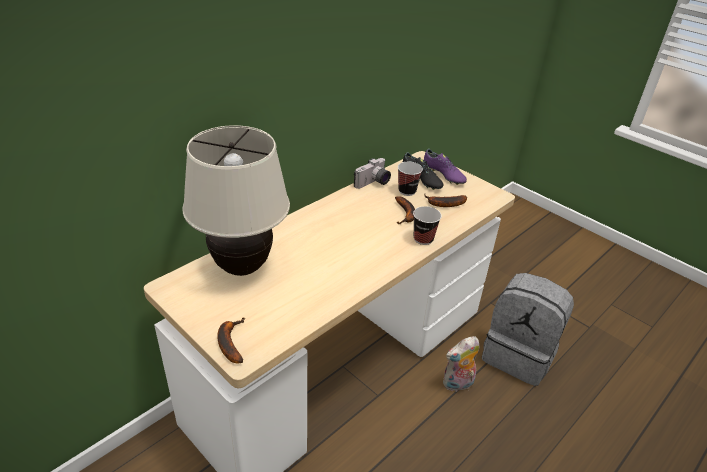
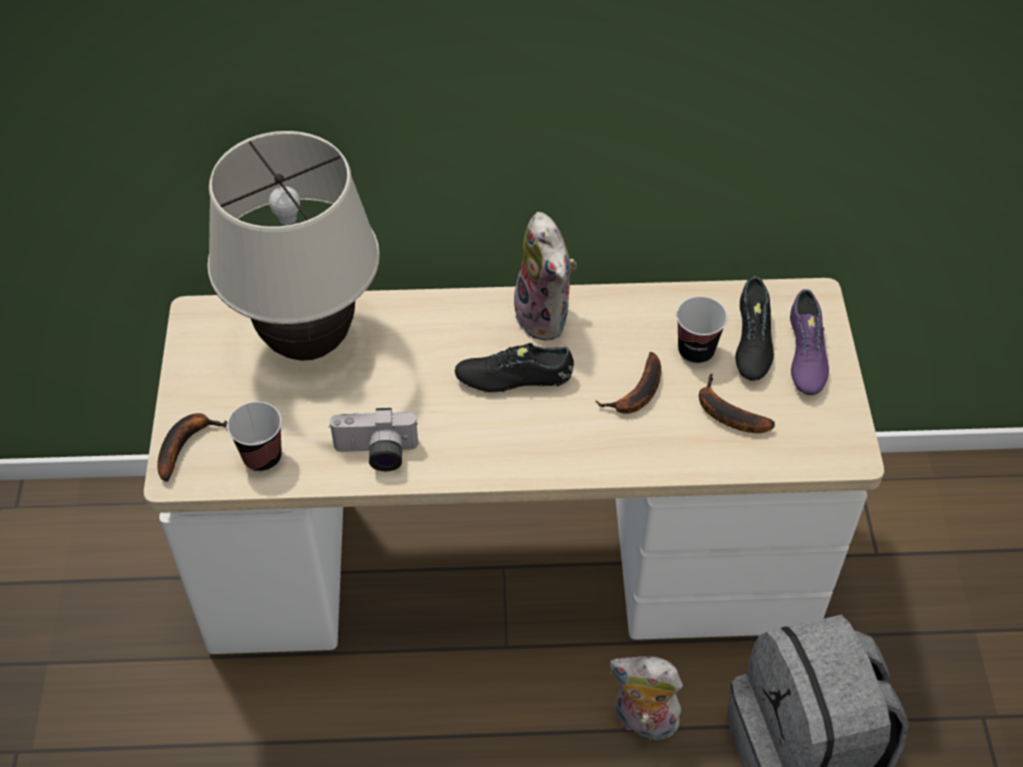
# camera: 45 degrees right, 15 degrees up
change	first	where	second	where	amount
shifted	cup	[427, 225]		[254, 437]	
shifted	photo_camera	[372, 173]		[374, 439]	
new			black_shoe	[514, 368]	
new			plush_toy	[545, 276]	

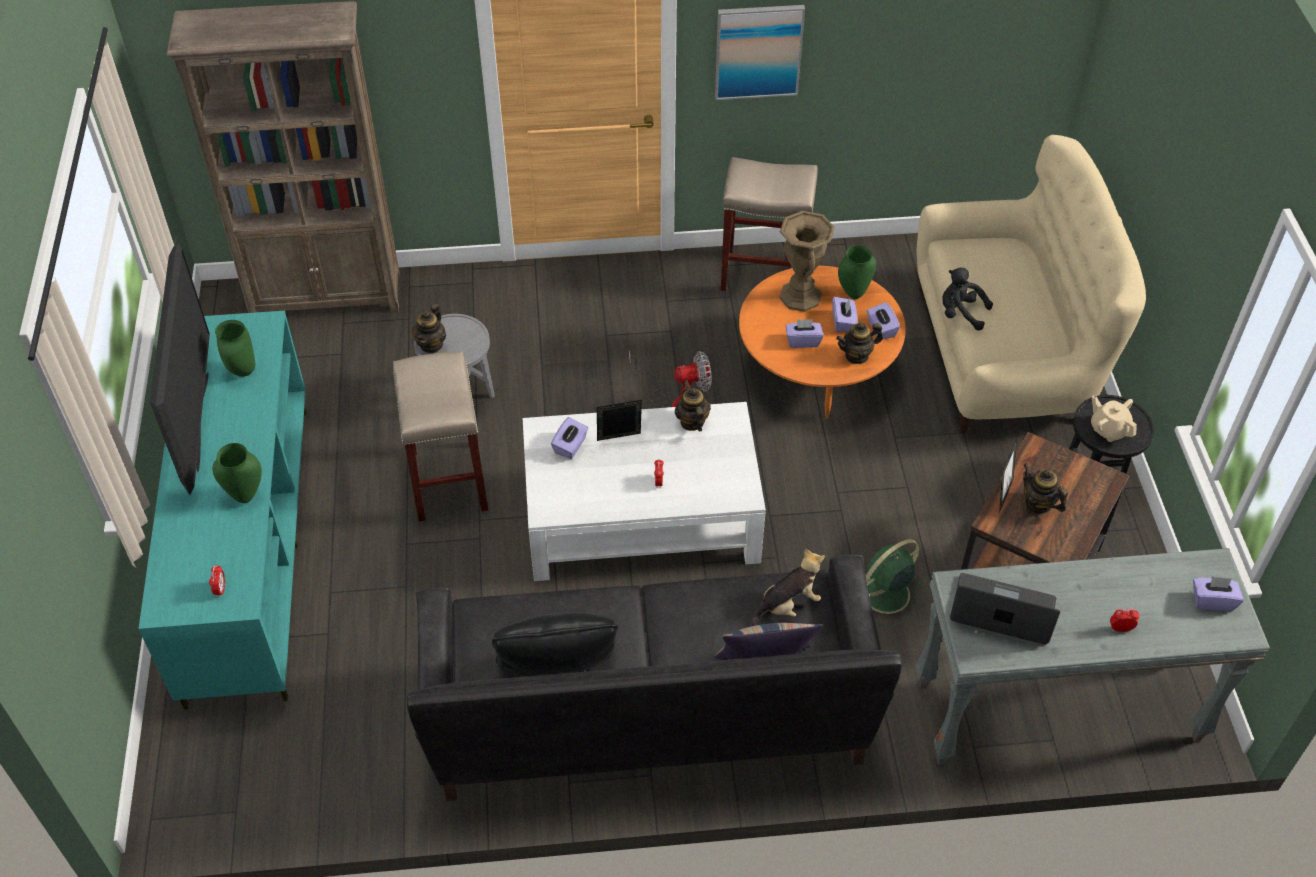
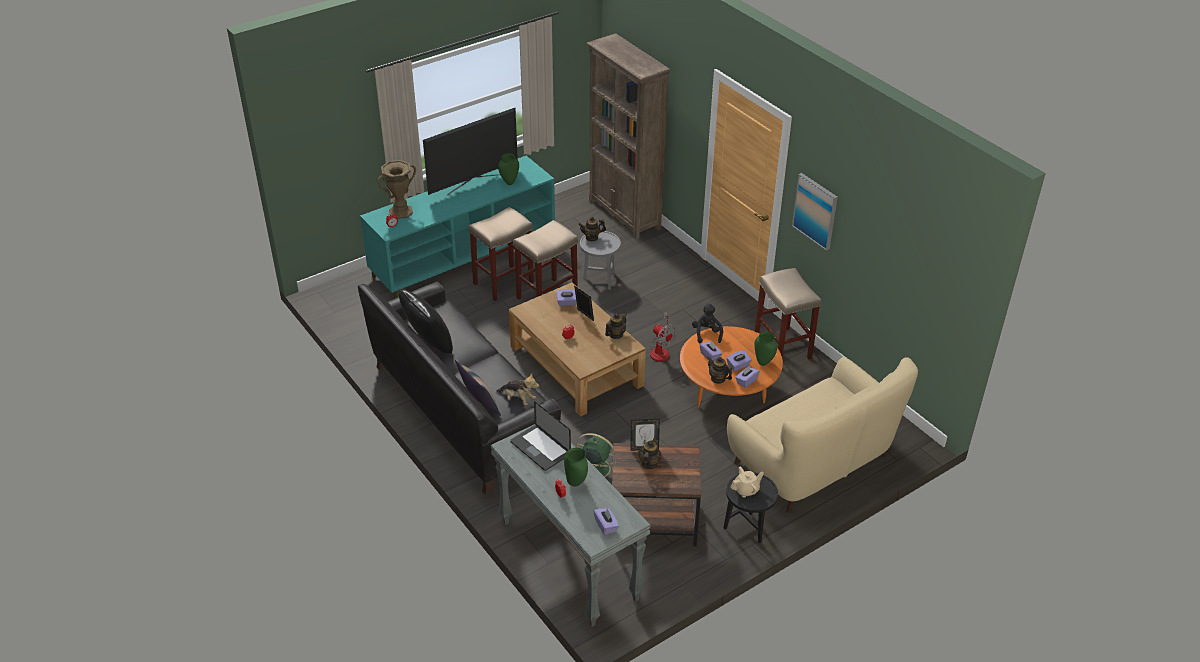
# camera: 60 degrees right, 10 degrees down
change	first	where	second	where	amount
shifted	brown_vase	[807, 261]		[396, 189]	
new			beige_stool	[501, 254]	
repainted	white_coffee_table	[644, 491]	brown_coffee_table	[577, 349]	
rotated	laptop	[1005, 609]		[540, 436]	150 degrees clockwise
shifted	green_vase	[237, 473]		[576, 467]	
shifted	black_plush_toy	[967, 299]		[707, 323]	
rotated	beige_teapot	[1114, 418]		[747, 482]	45 degrees clockwise

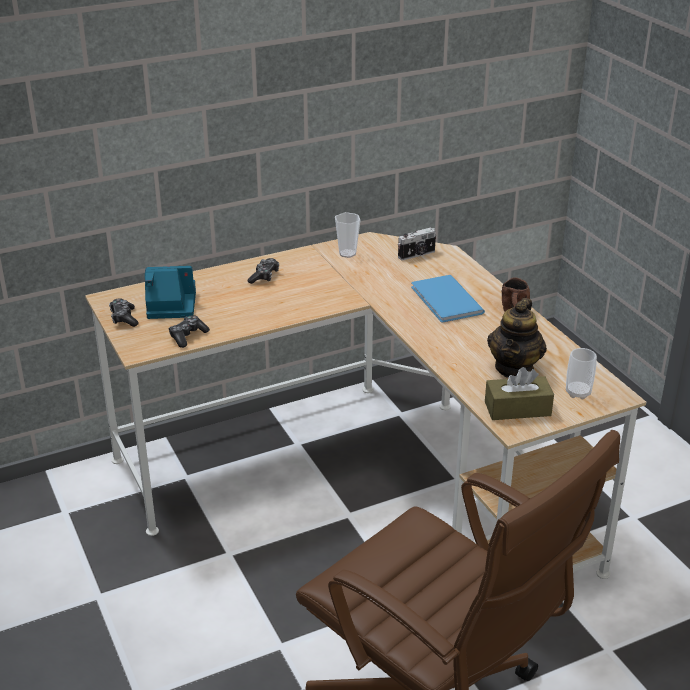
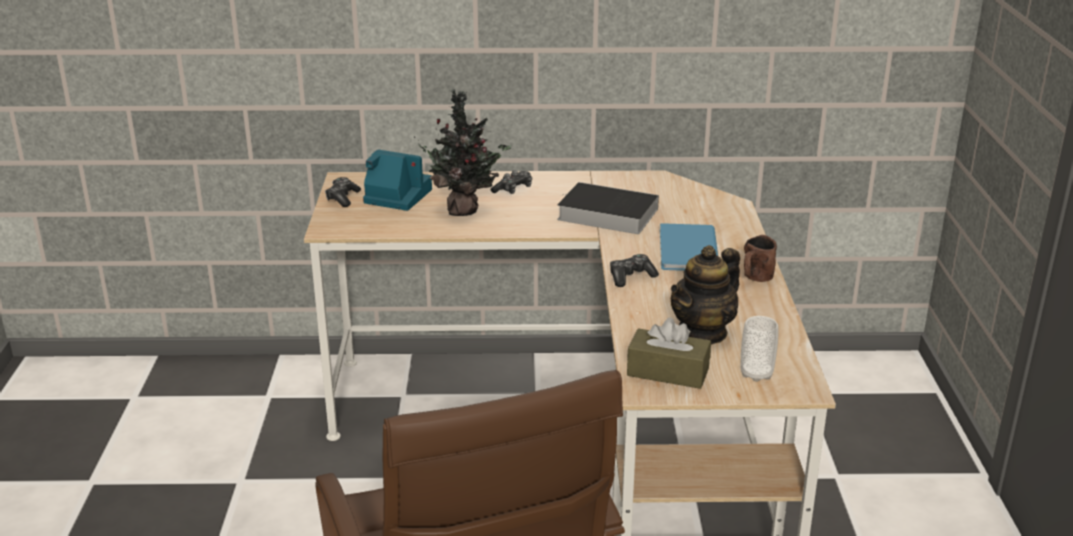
# camera: 25 degrees right, 5 degrees down
change	first	where	second	where	amount
new			potted_plant	[462, 152]	
new			book	[608, 208]	
shifted	game_controller	[189, 331]		[634, 270]	
gone	cup	[347, 235]			
gone	photo_camera	[417, 244]			

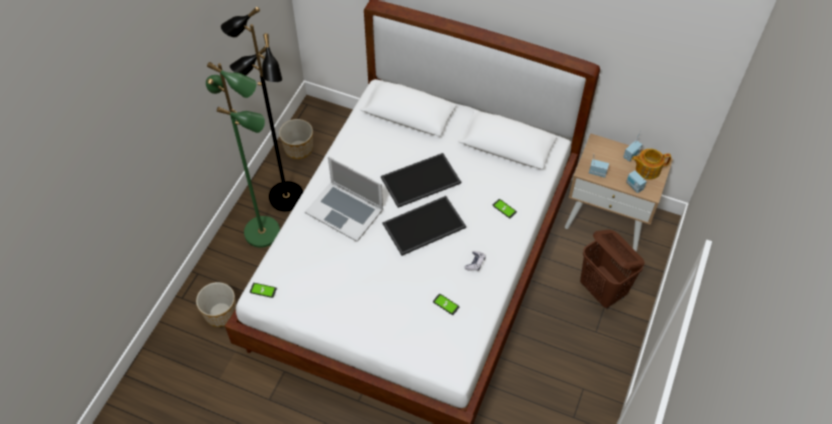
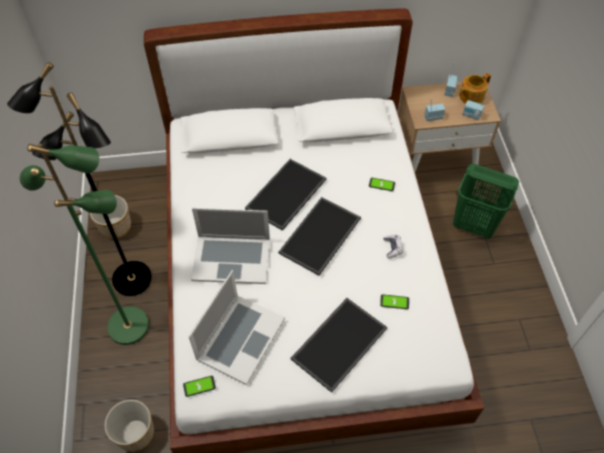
# camera: 30 degrees left, 0 degrees up
change	first	where	second	where	amount
new			laptop	[236, 327]	
new			tray	[338, 345]	
repainted	brown_laundry_basket	[612, 269]	green_laundry_basket	[486, 201]	

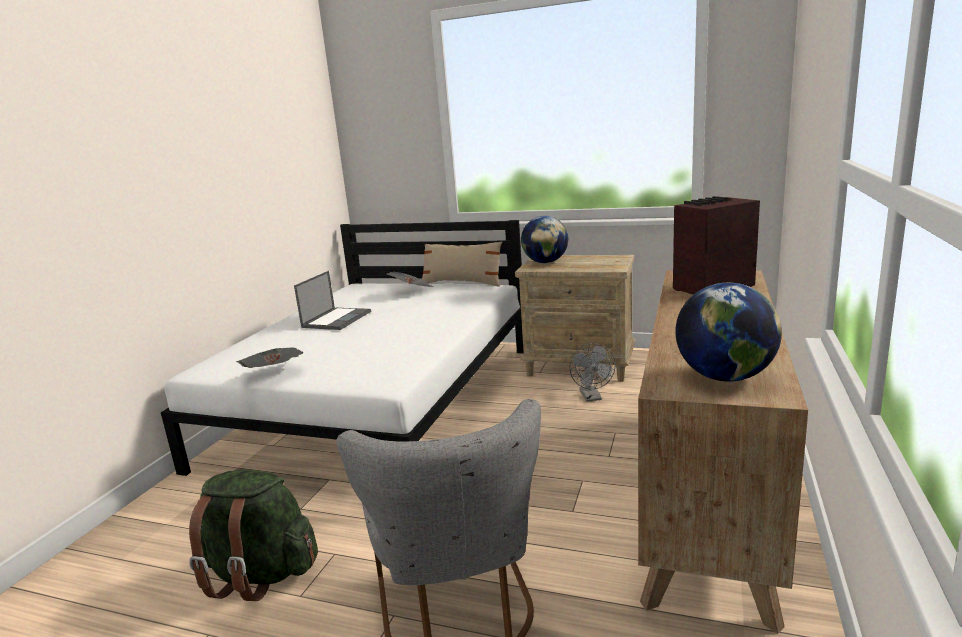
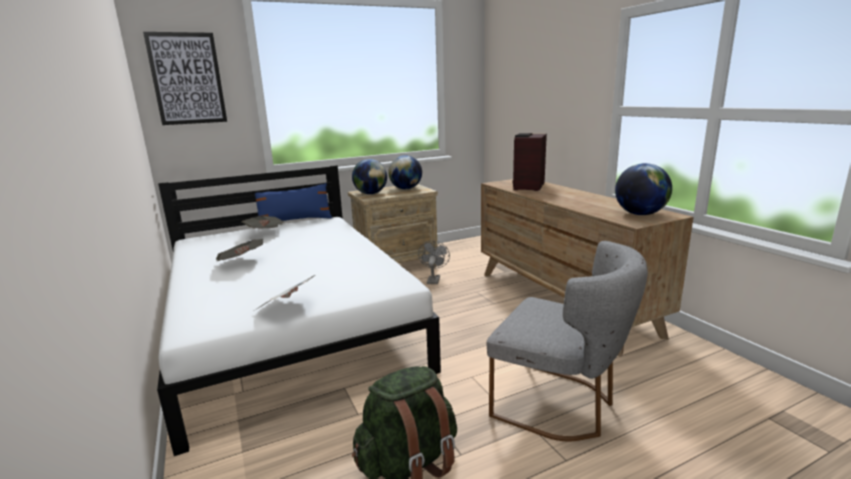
# camera: 45 degrees left, 0 degrees up
change	first	where	second	where	amount
new			picture	[185, 78]	
swapped	laptop	[332, 300]	newspaper	[240, 250]	
repainted	beige_pillow	[462, 263]	blue_pillow	[293, 202]	
new			globe	[405, 172]	
rotated	grey_fan	[592, 372]		[434, 262]	120 degrees counterclockwise

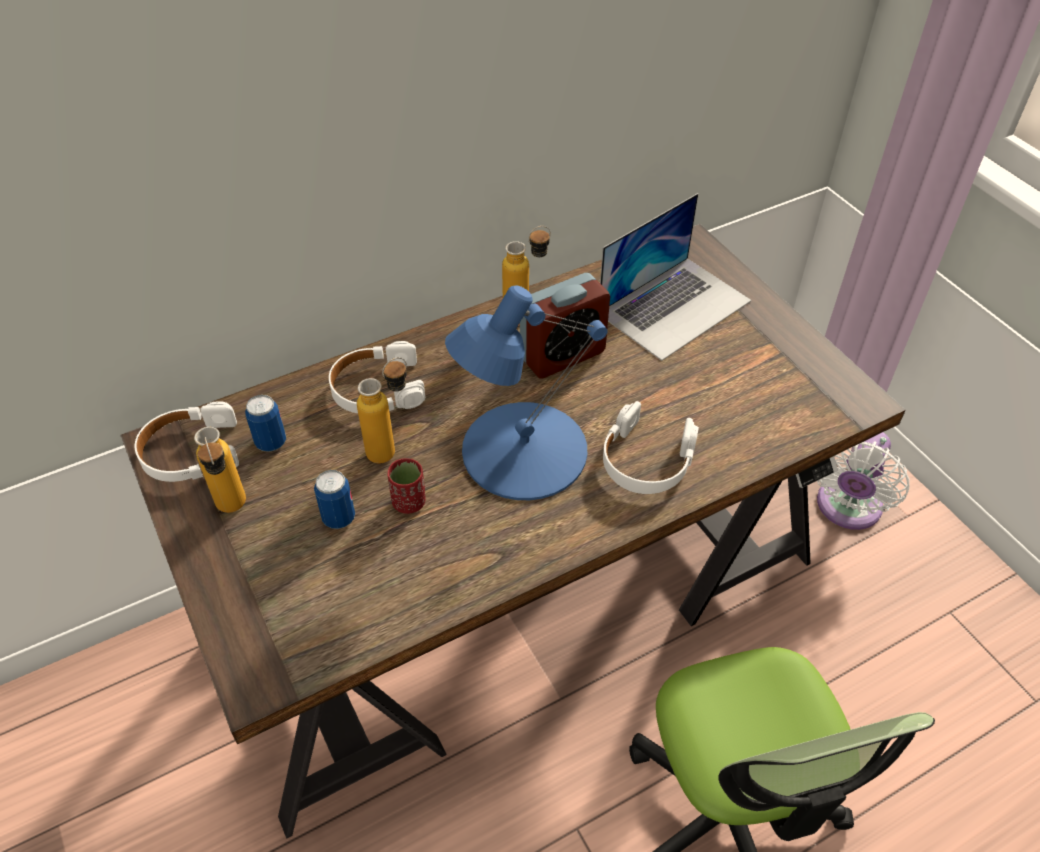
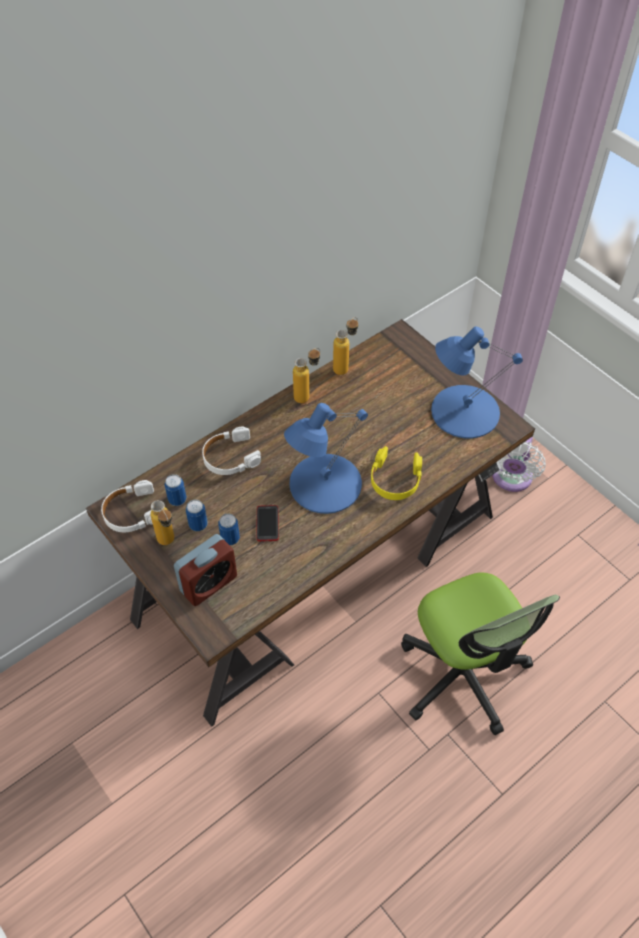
# camera: 10 degrees left, 5 degrees up
change	first	where	second	where	amount
shifted	alarm_clock	[565, 326]		[205, 570]	
new			can	[197, 515]	
swapped	red_cup	[406, 486]	phone	[268, 523]	
shifted	bottle	[382, 410]		[345, 346]	
repainted	white_headphones	[651, 447]	yellow_headphones	[396, 473]	
new			blue_table_lamp	[477, 382]	
gone	laptop	[675, 277]			

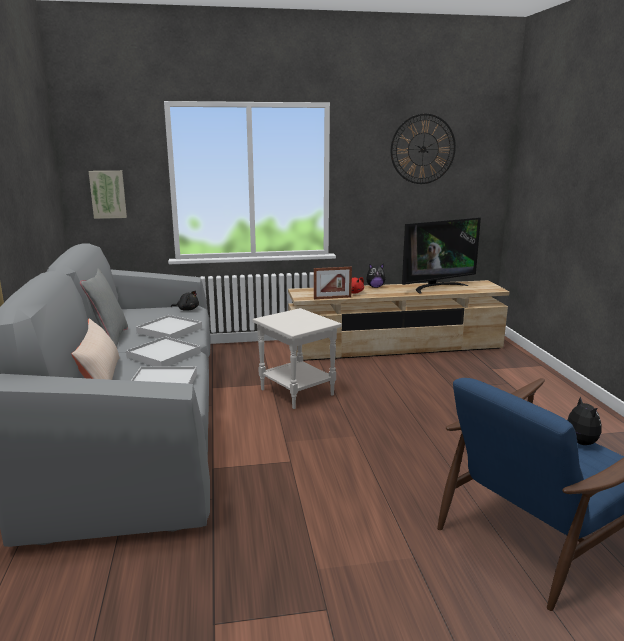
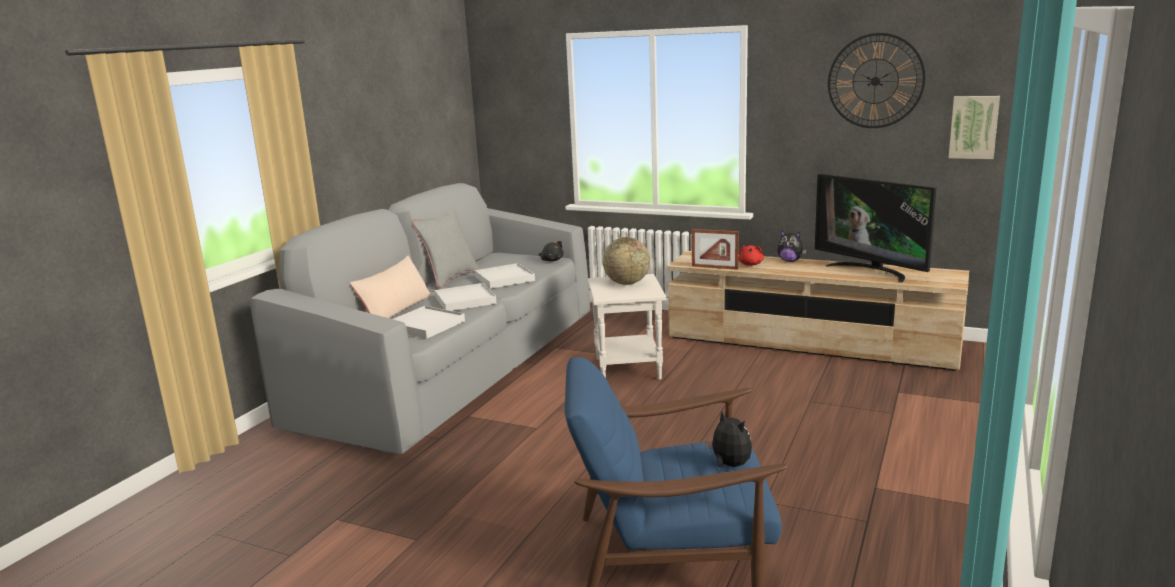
# camera: 35 degrees right, 0 degrees up
change	first	where	second	where	amount
new			globe	[626, 261]	
rotated	plush_toy	[584, 420]		[728, 439]	60 degrees counterclockwise
rotated	television	[441, 255]		[875, 228]	45 degrees clockwise
shifted	picture	[108, 195]		[974, 127]	

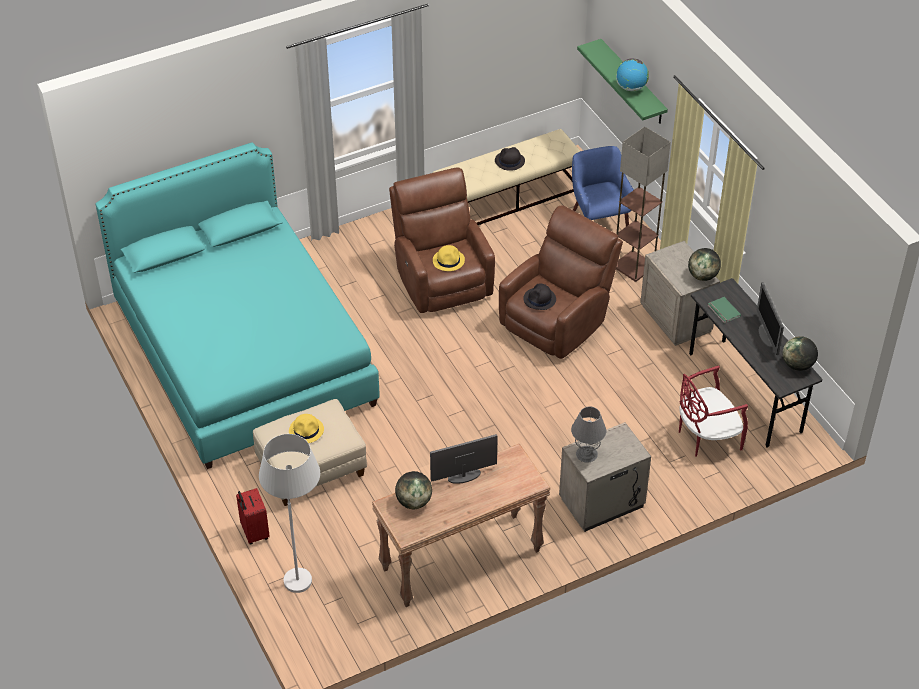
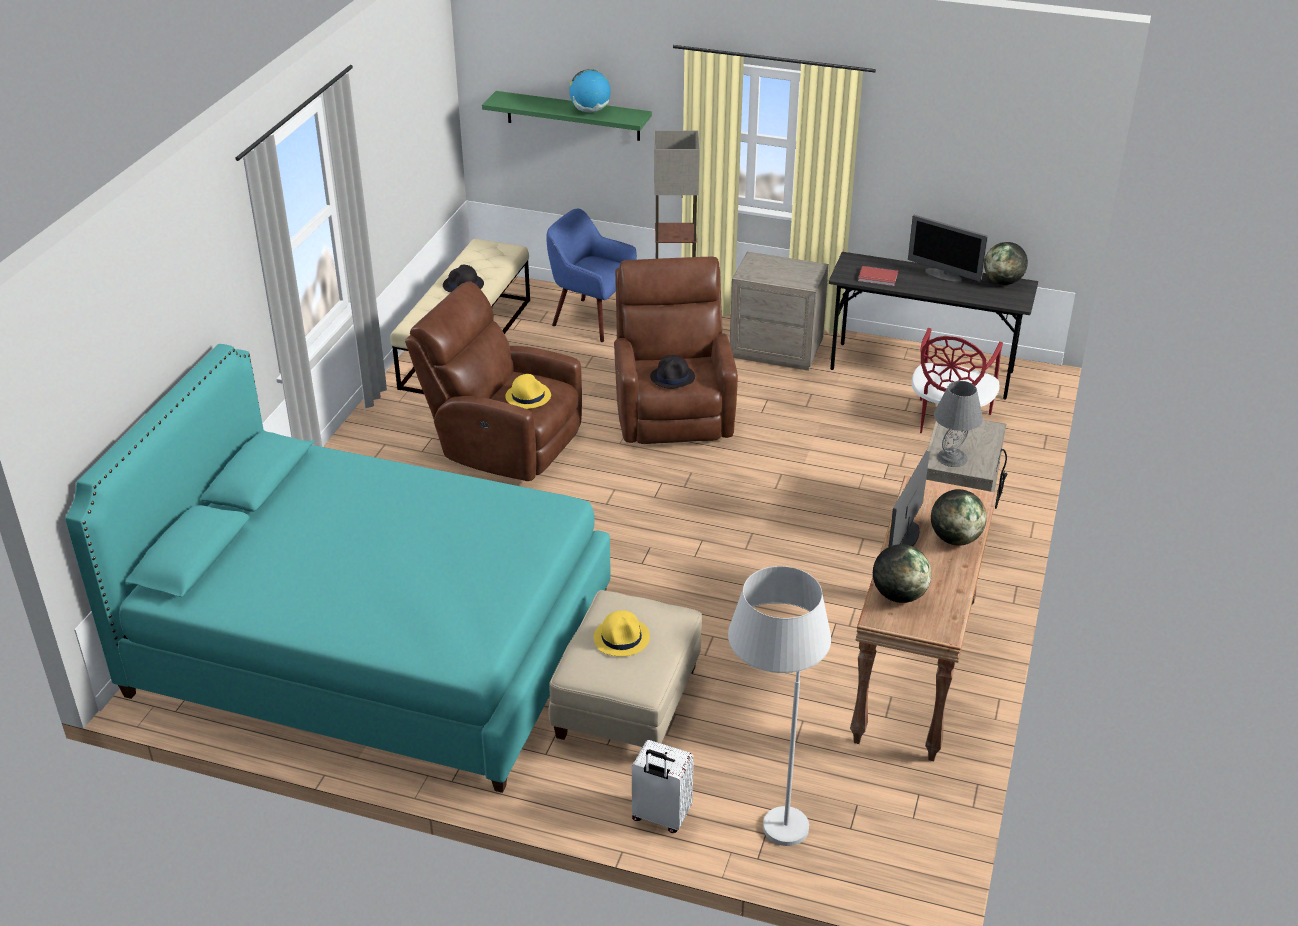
# camera: 45 degrees left, 10 degrees down
change	first	where	second	where	amount
repainted	red_suitcase	[253, 516]	white_suitcase	[663, 786]	
repainted	green_book	[724, 310]	red_book	[878, 276]	
shifted	globe	[704, 264]		[959, 517]	

